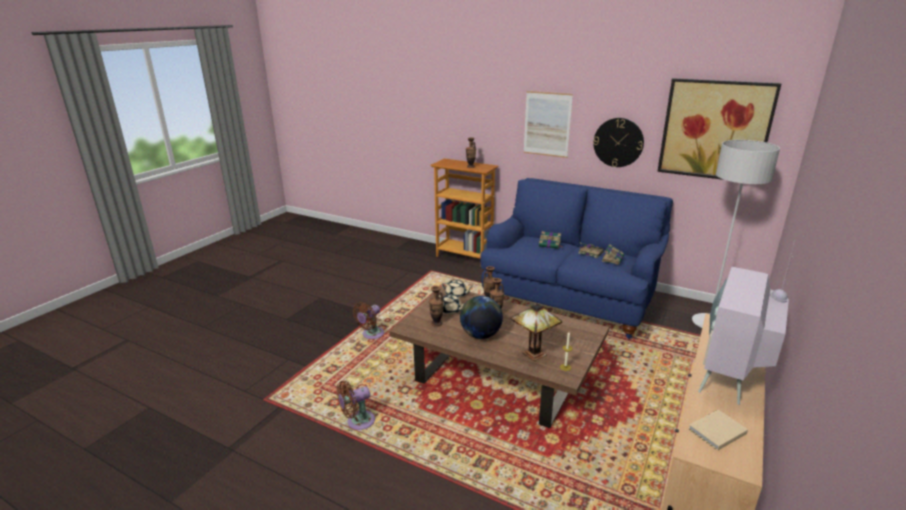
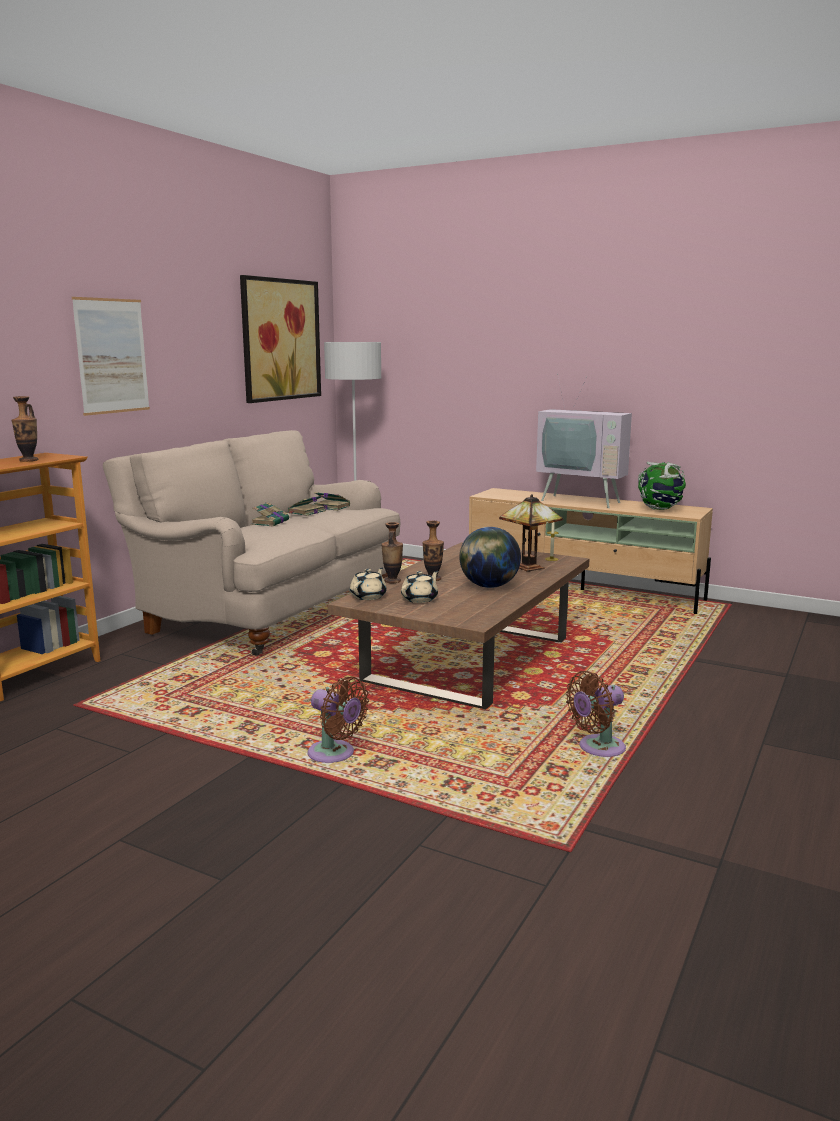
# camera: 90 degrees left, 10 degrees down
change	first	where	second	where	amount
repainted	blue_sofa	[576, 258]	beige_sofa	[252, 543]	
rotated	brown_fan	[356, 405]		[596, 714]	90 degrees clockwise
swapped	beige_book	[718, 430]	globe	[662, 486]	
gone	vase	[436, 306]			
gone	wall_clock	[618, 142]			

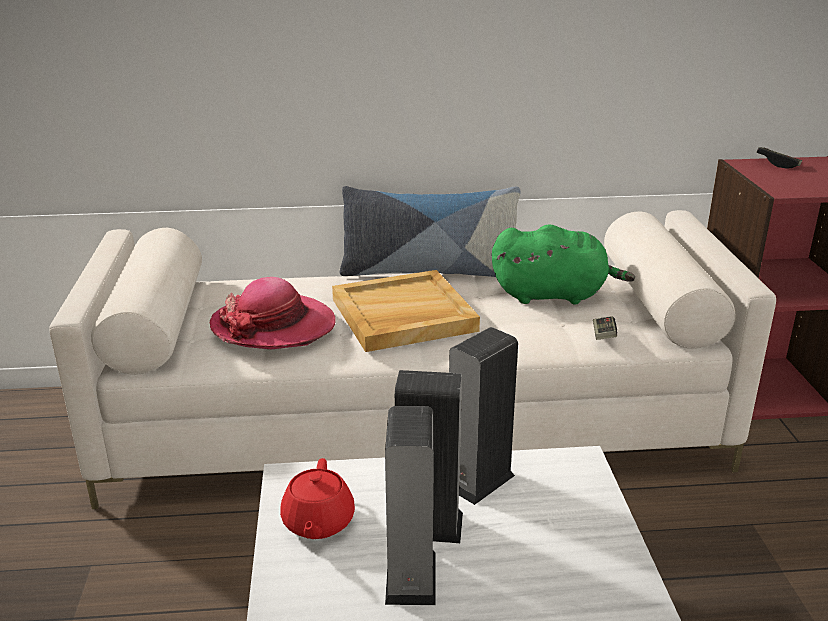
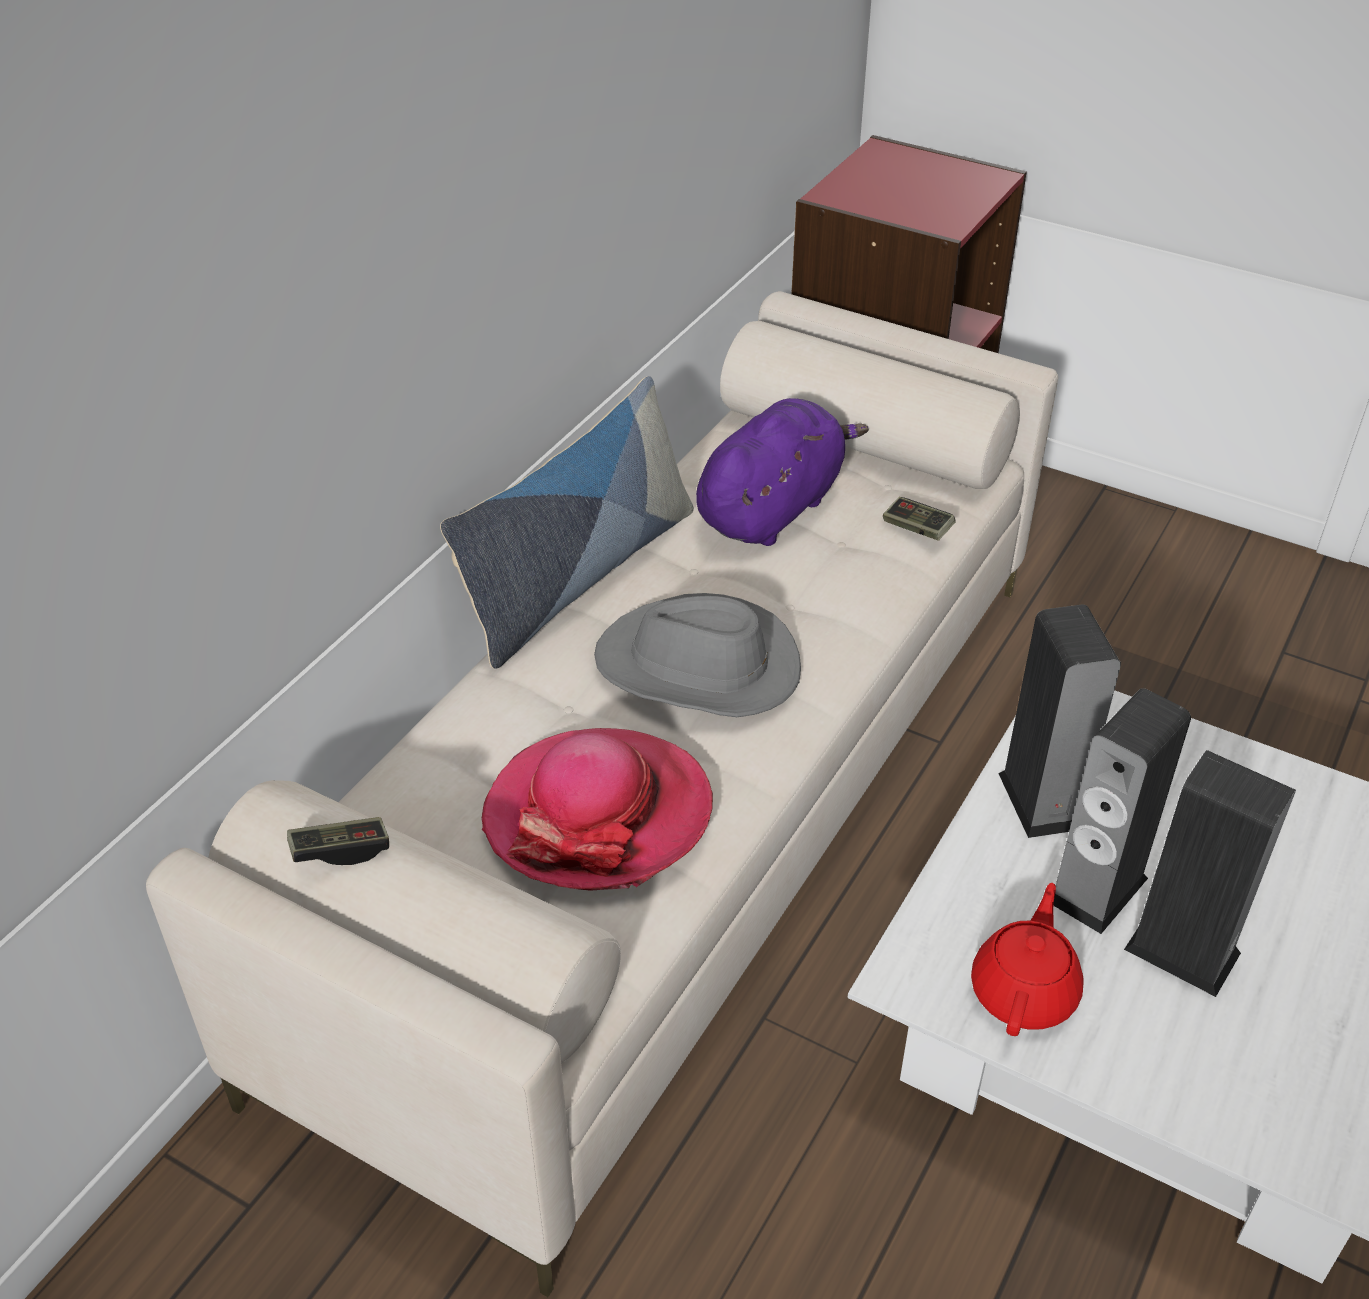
# camera: 55 degrees left, 15 degrees up
change	first	where	second	where	amount
shifted	game_controller	[779, 158]		[338, 841]	
swapped	beige_tray	[406, 311]	grey_hat	[697, 655]	
repainted	green_plush_toy	[563, 264]	purple_plush_toy	[782, 472]	
rotated	red_teapot	[317, 498]		[1027, 959]	105 degrees counterclockwise

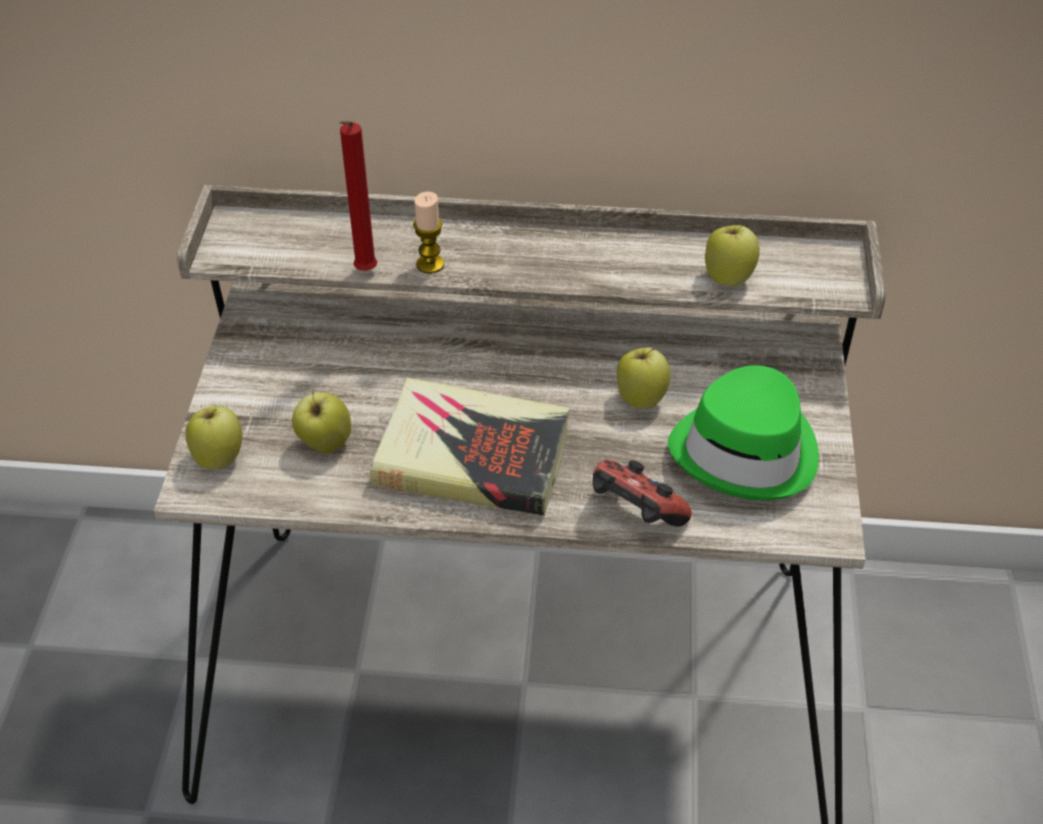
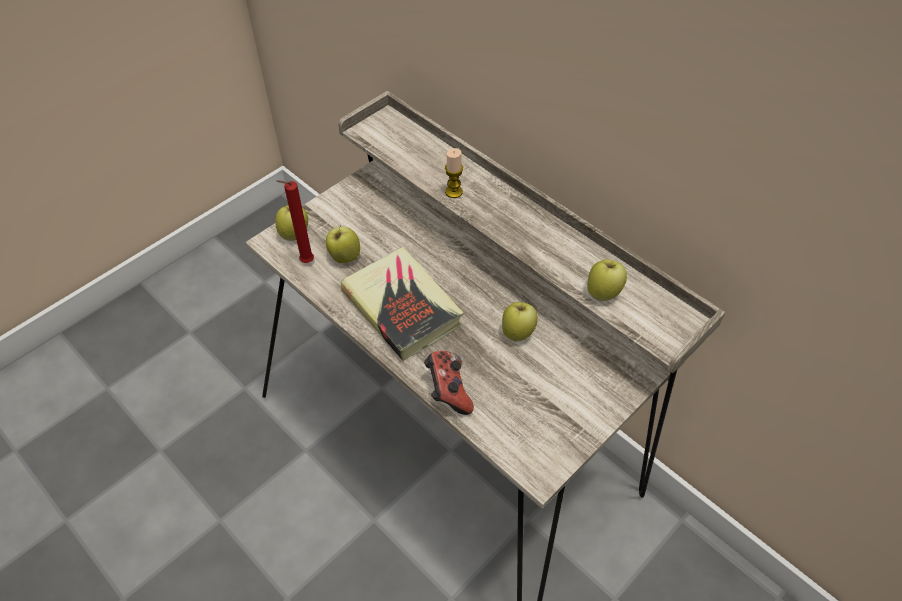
# camera: 40 degrees right, 5 degrees up
change	first	where	second	where	amount
shifted	red_candle	[358, 196]		[295, 221]	
gone	green_hat	[743, 432]			

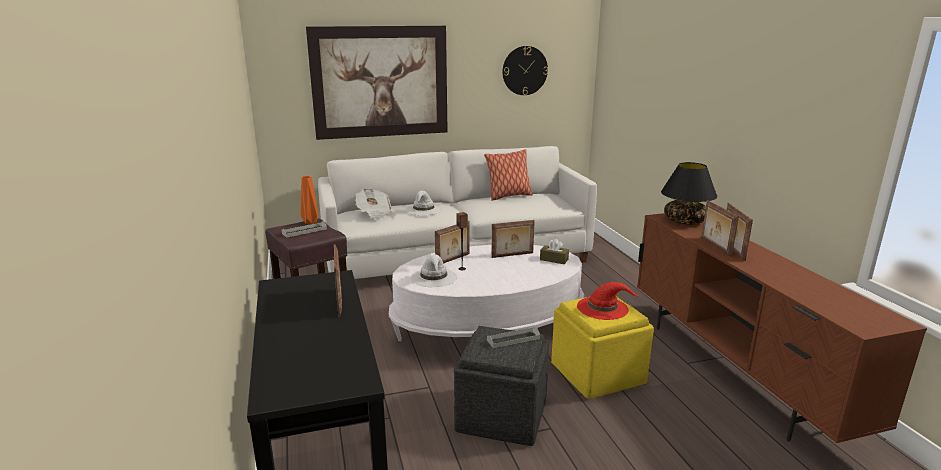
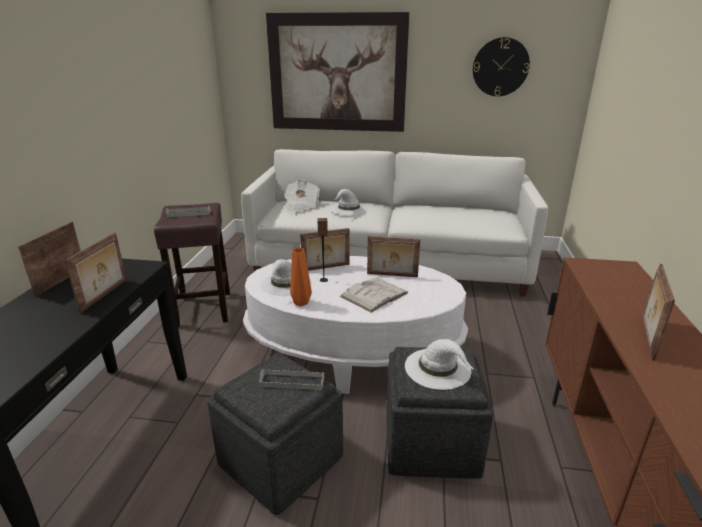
# camera: 25 degrees right, 5 degrees up
change	first	where	second	where	amount
shifted	picture_frame	[720, 228]		[49, 259]	
shifted	orange_vase	[309, 200]		[301, 277]	
new			white_book	[374, 295]	
repainted	yellow_ottoman	[602, 347]	grey_ottoman	[440, 413]	
repainted	red_hat	[608, 301]	white_hat	[439, 364]	
gone	pillow	[508, 174]			
gone	brown_tissue_box	[554, 251]			
gone	black_table_lamp	[689, 193]			

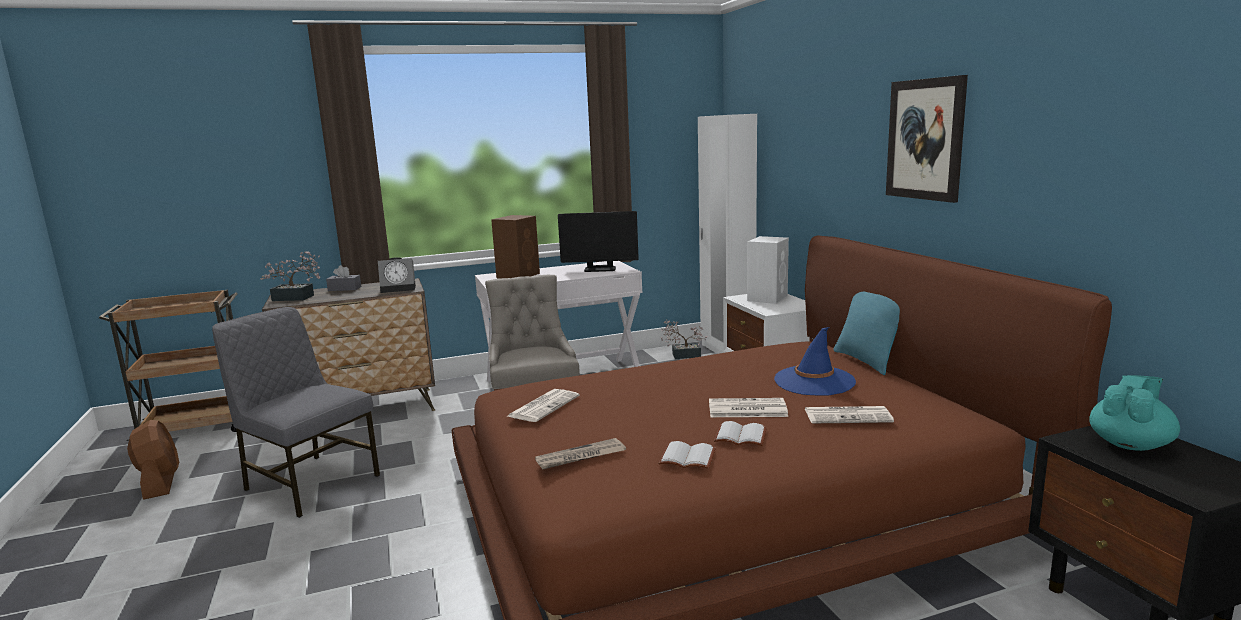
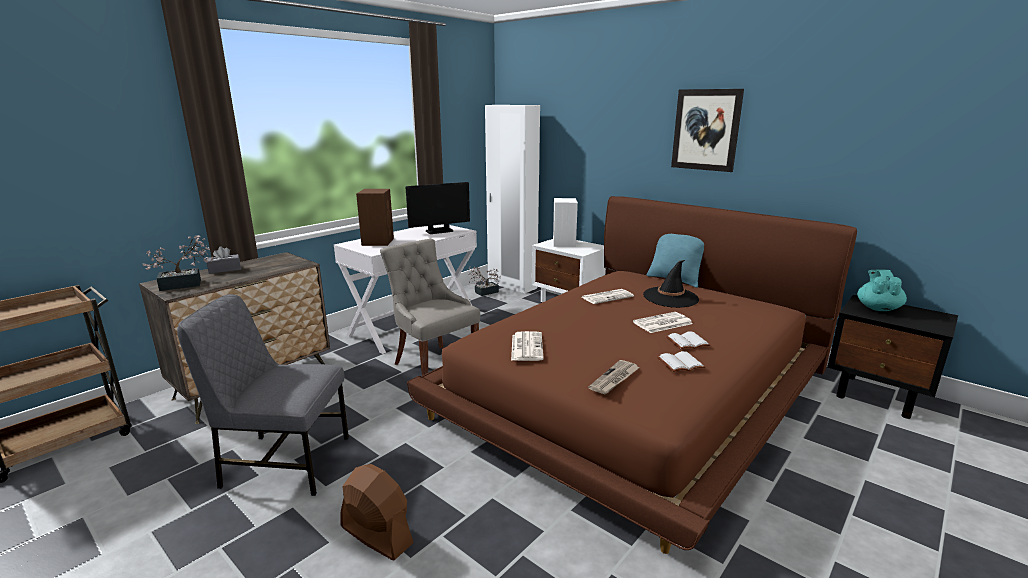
# camera: 30 degrees left, 5 degrees up
change	first	where	second	where	amount
shifted	brown_fan	[153, 460]		[377, 512]	
shifted	newspaper	[849, 414]		[608, 296]	
repainted	blue_hat	[815, 361]	black_hat	[671, 284]	
gone	alarm_clock	[397, 275]			

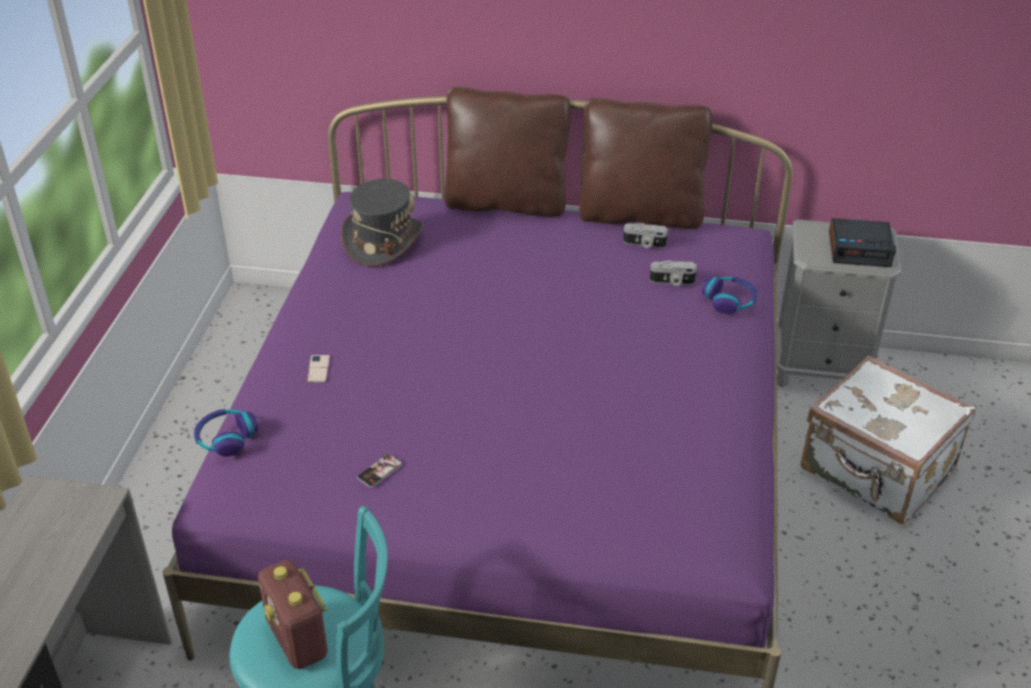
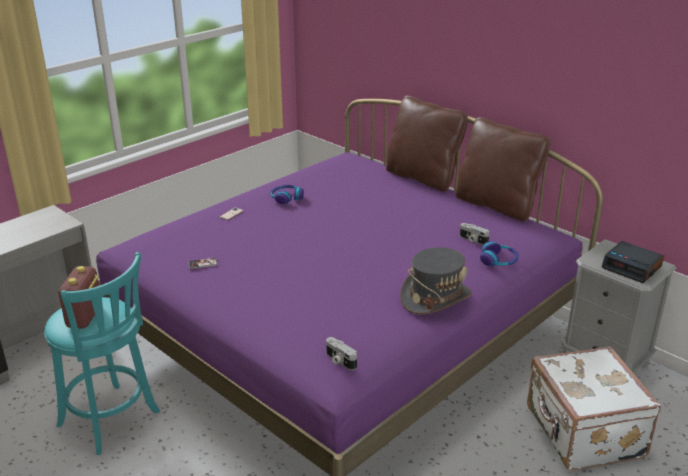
# camera: 35 degrees right, 10 degrees down
change	first	where	second	where	amount
shifted	headphones	[226, 432]		[287, 194]	
shifted	photo_camera	[645, 235]		[341, 353]	
shifted	grey_hat	[382, 222]		[436, 280]	

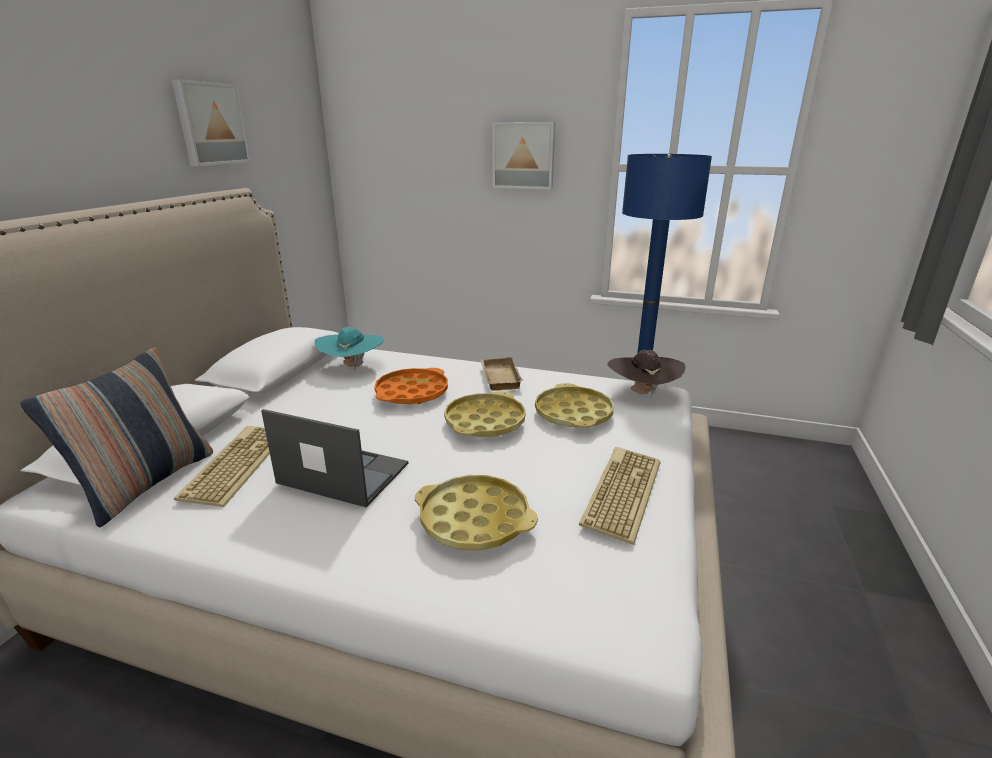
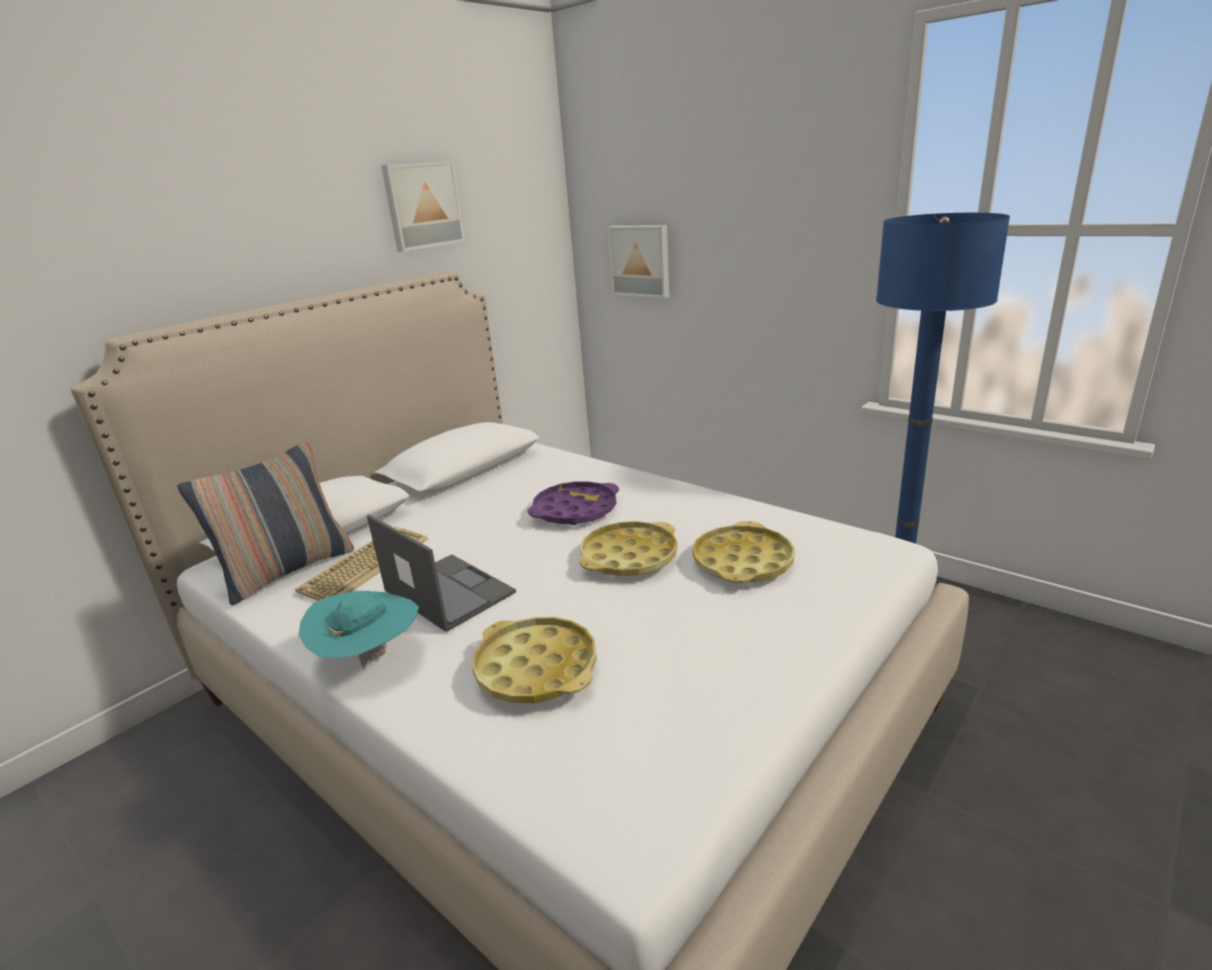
# camera: 25 degrees right, 0 degrees up
change	first	where	second	where	amount
shifted	turquoise_hat	[349, 348]		[358, 630]	
repainted	orange_tray	[411, 386]	purple_tray	[573, 503]	
shifted	picture	[523, 156]		[638, 261]	
gone	beige_tray	[501, 374]			
gone	keyboard	[620, 496]			
gone	brown_hat	[646, 374]			

